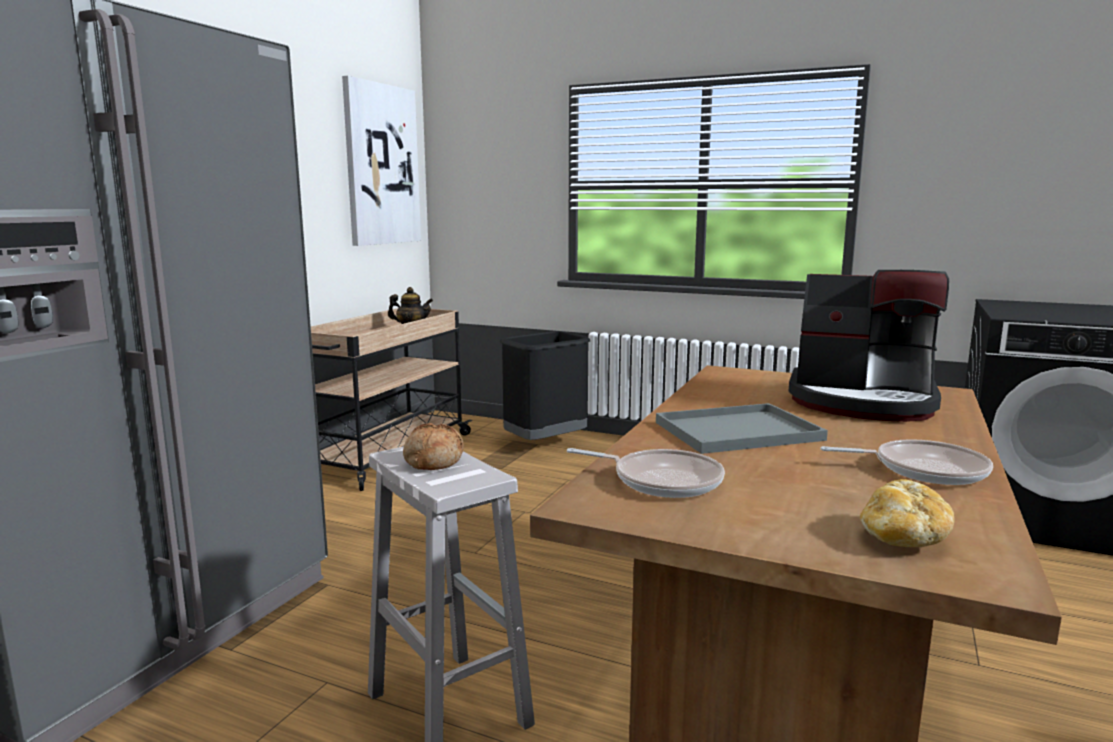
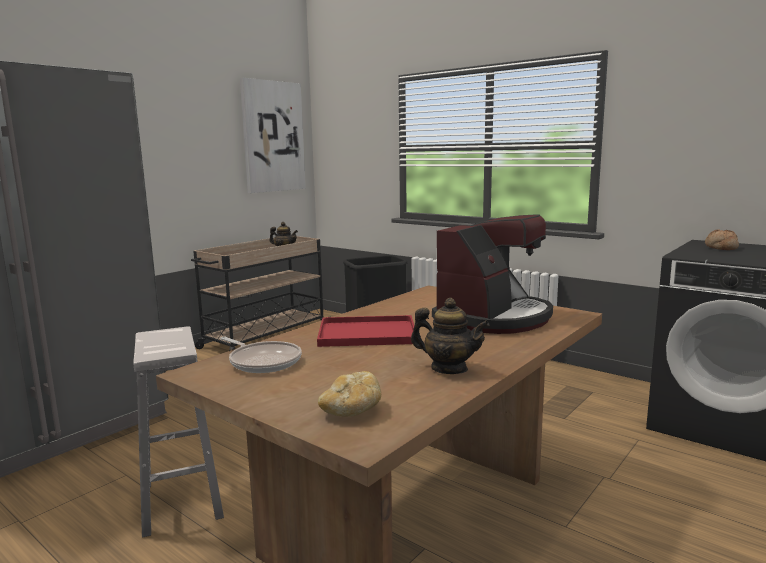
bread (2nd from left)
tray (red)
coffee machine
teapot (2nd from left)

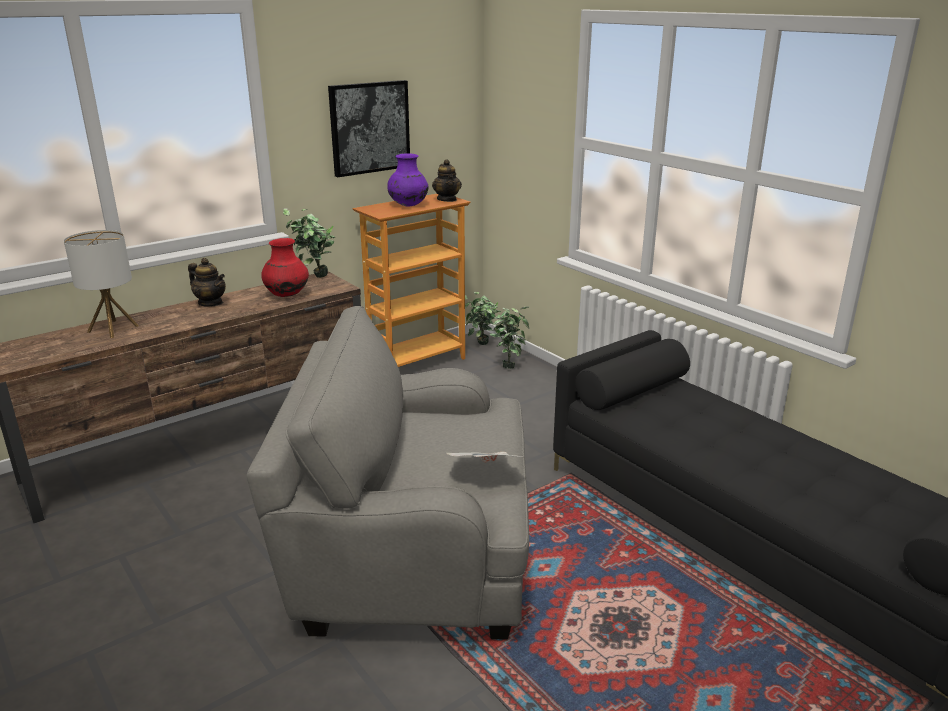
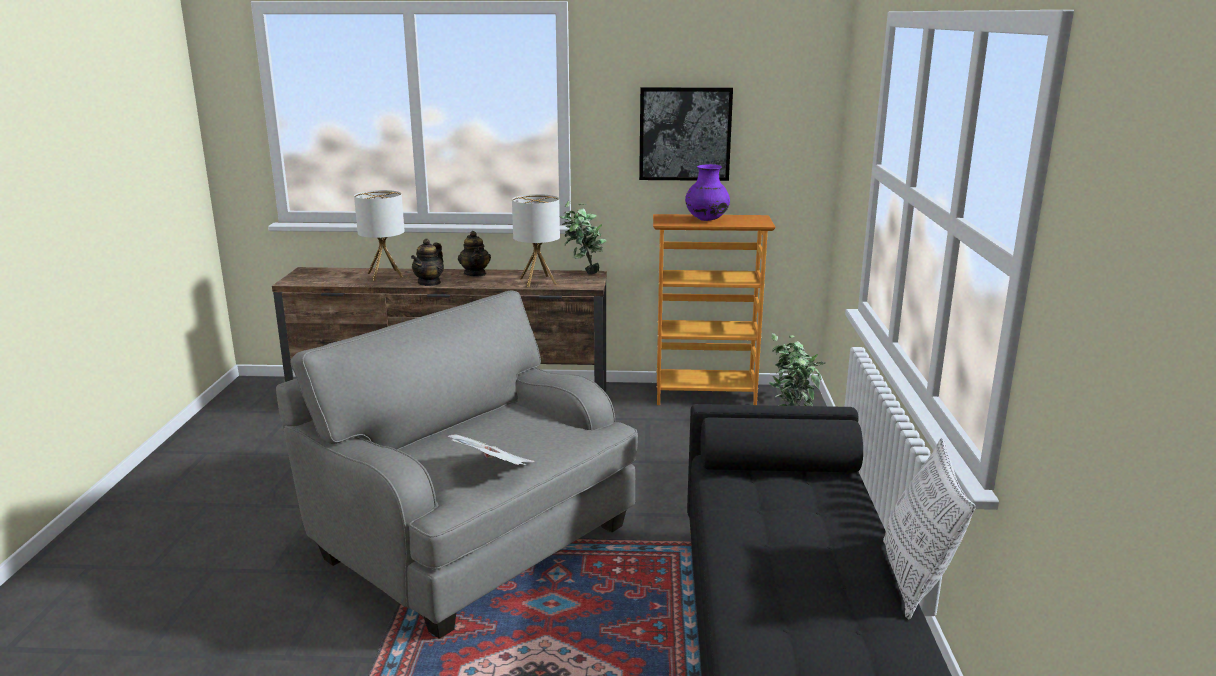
table lamp (2nd from left)
teapot (1st from left)
pillow

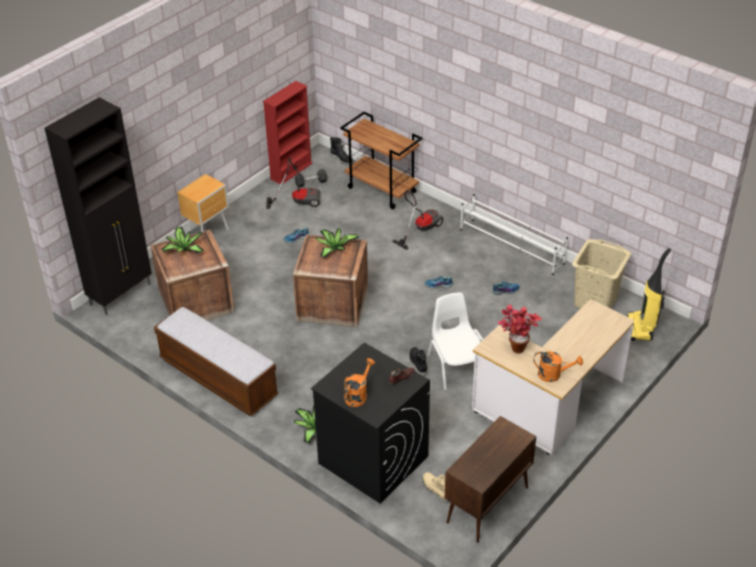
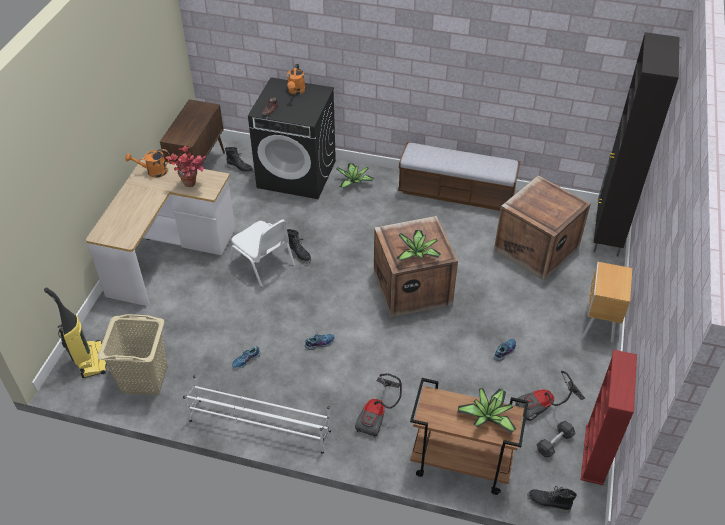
potted plant (4th from left)
boot (black) (1st from left)

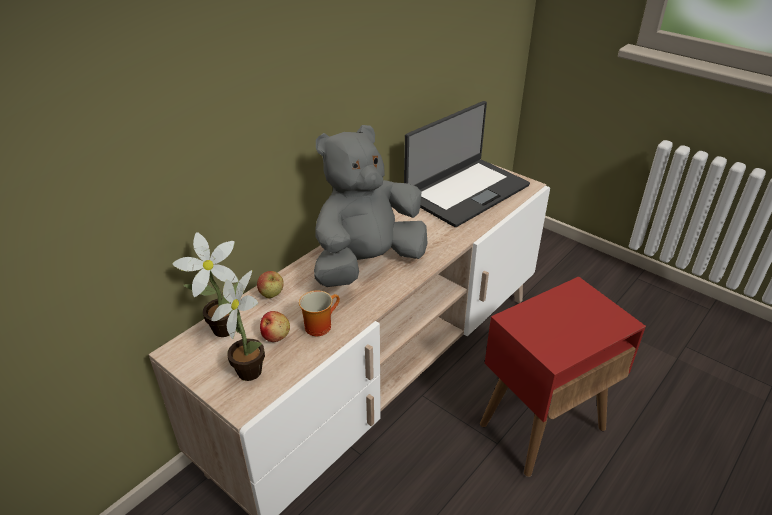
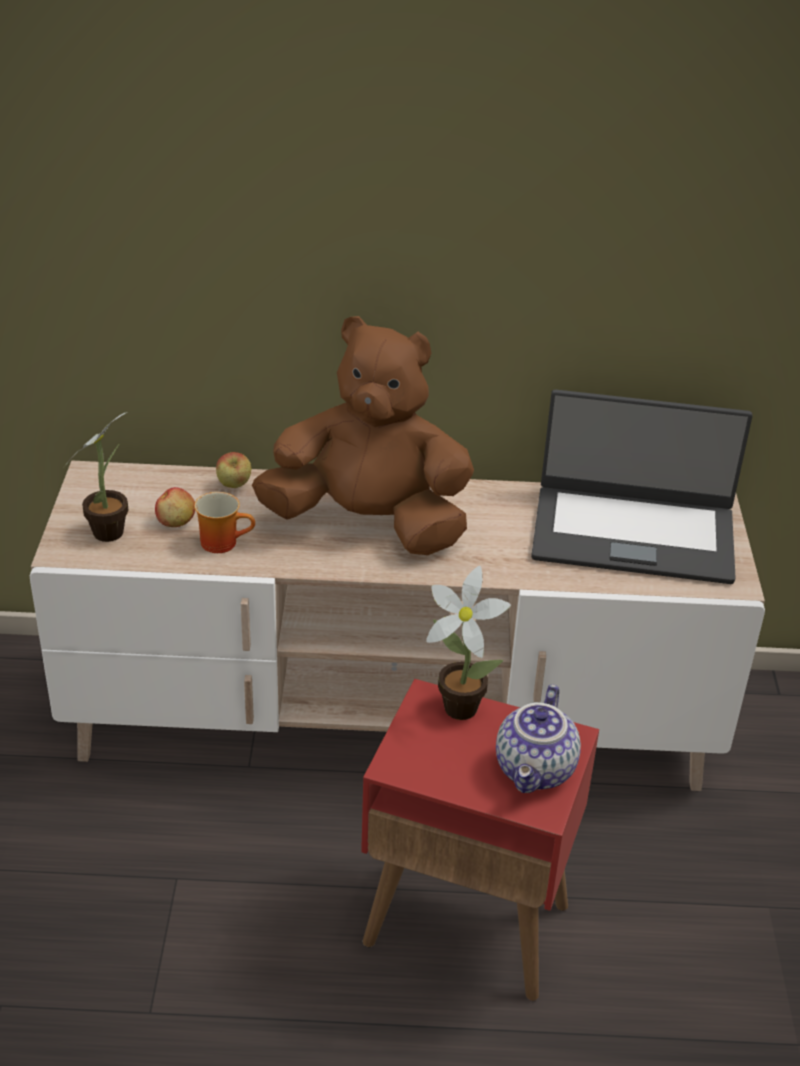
potted plant (2nd from left)
plush toy (brown)
teapot

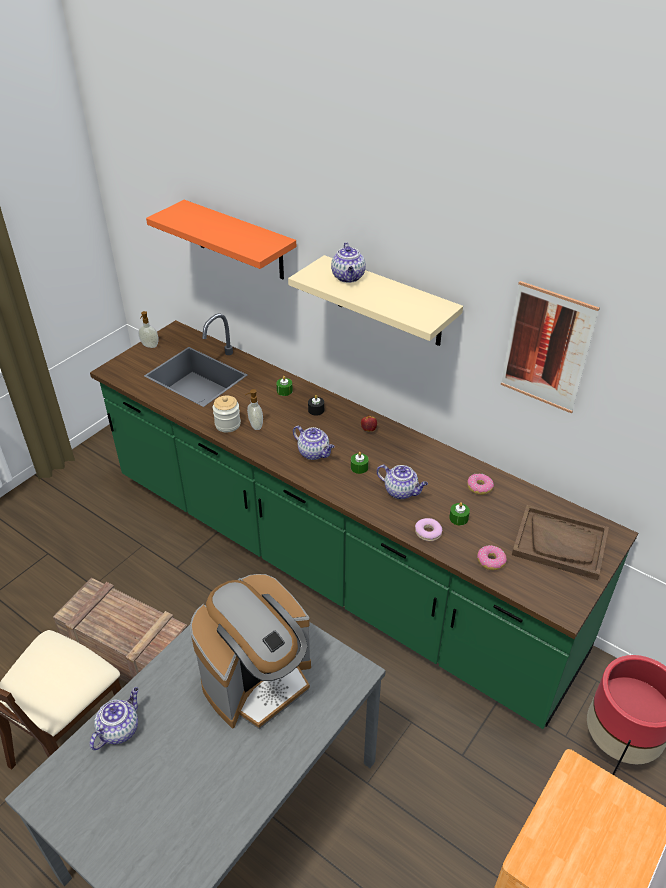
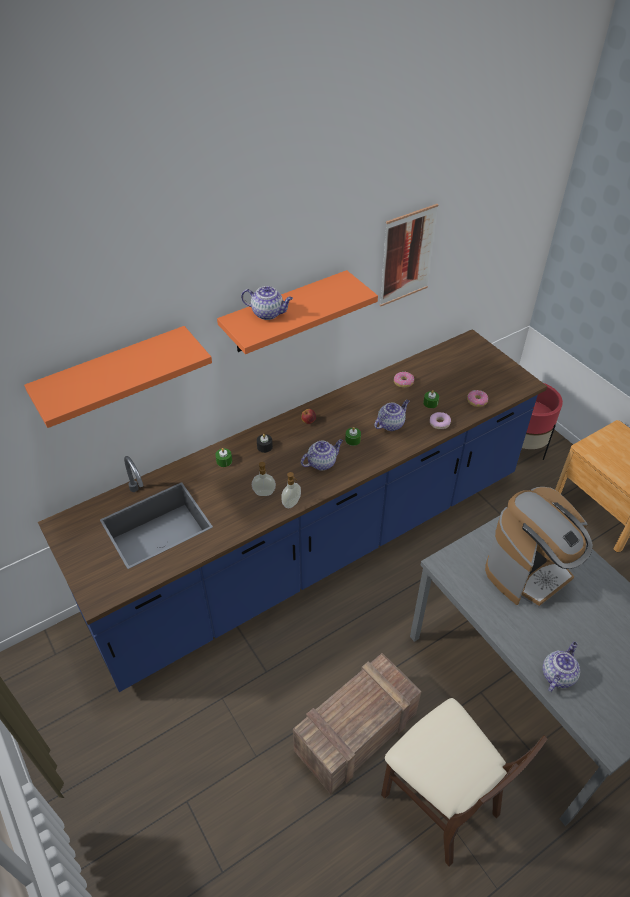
counter (blue)
teapot (4th from left)
soap dispenser (2nd from left)
coffee machine
jar
shelf (orange) (2nd from left)
tray (brown)

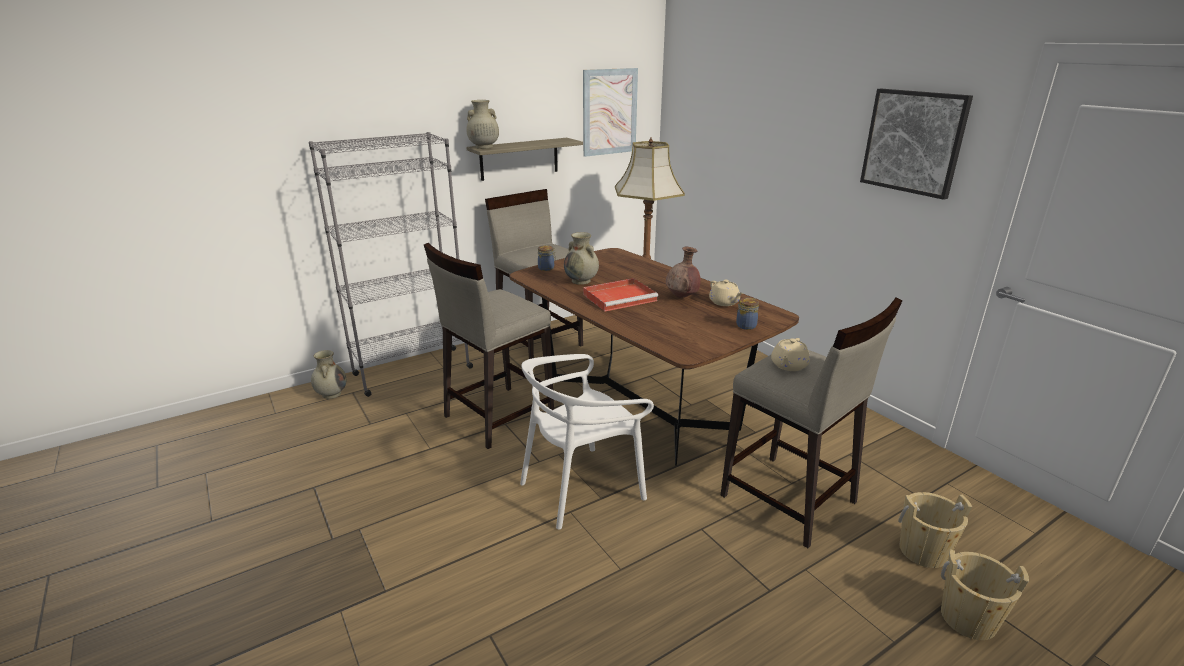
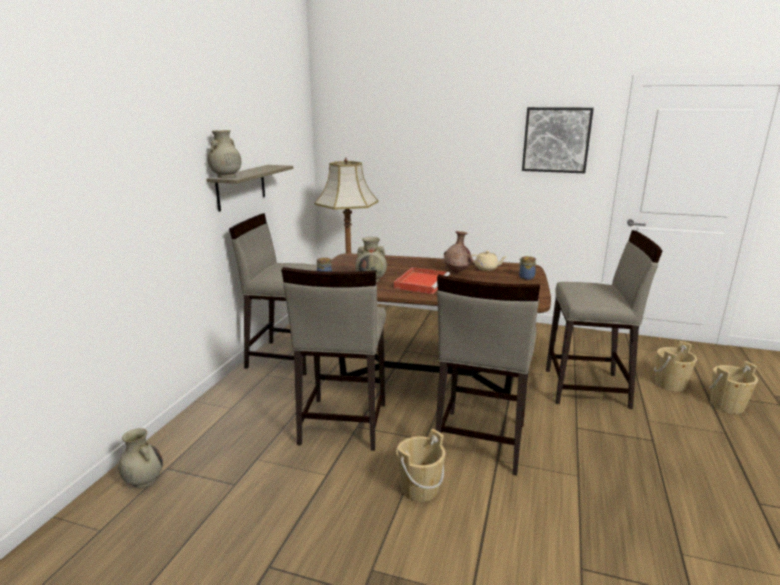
bookcase (grey)
stool (beige) (3rd from left)
picture (1st from left in the first image)
teapot (beige) (2nd from left in the first image)
bucket (beige) (1st from left)

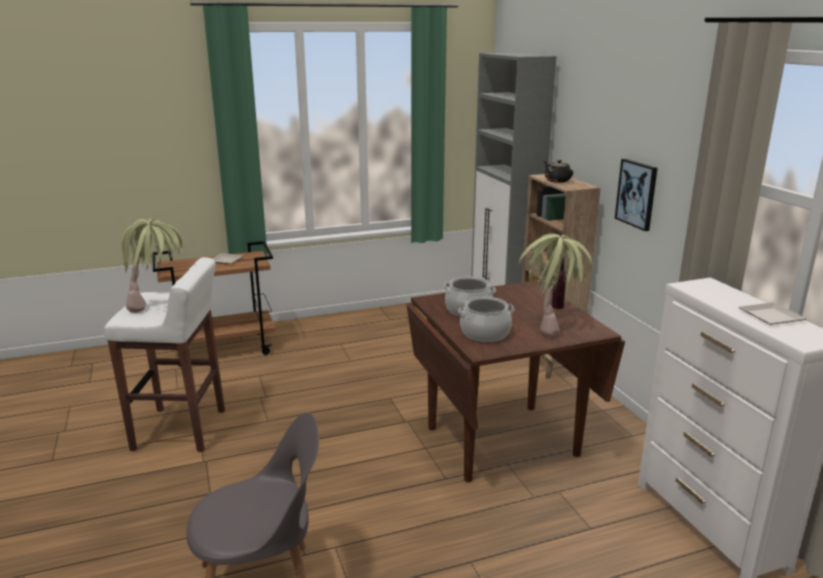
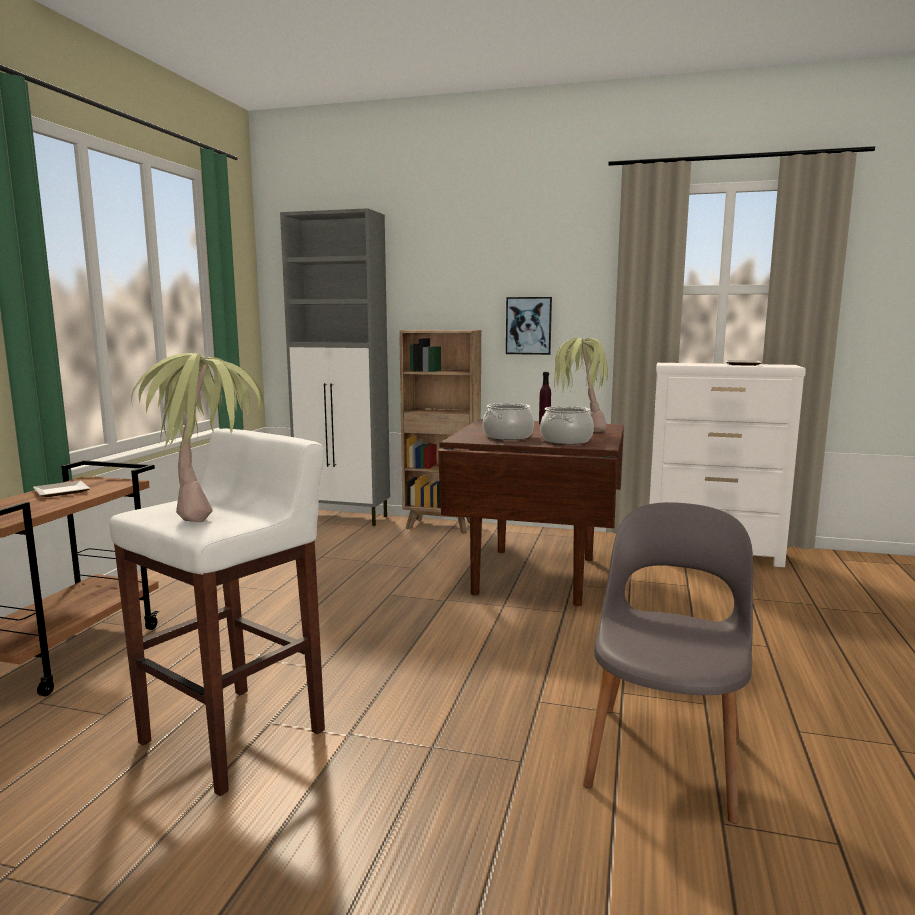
teapot (black)

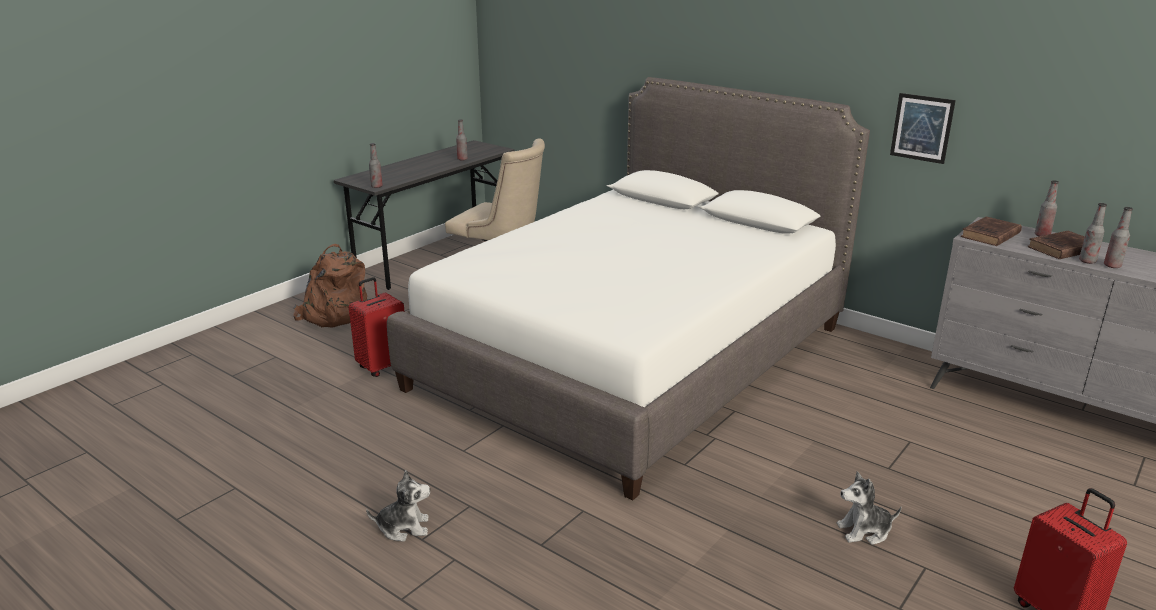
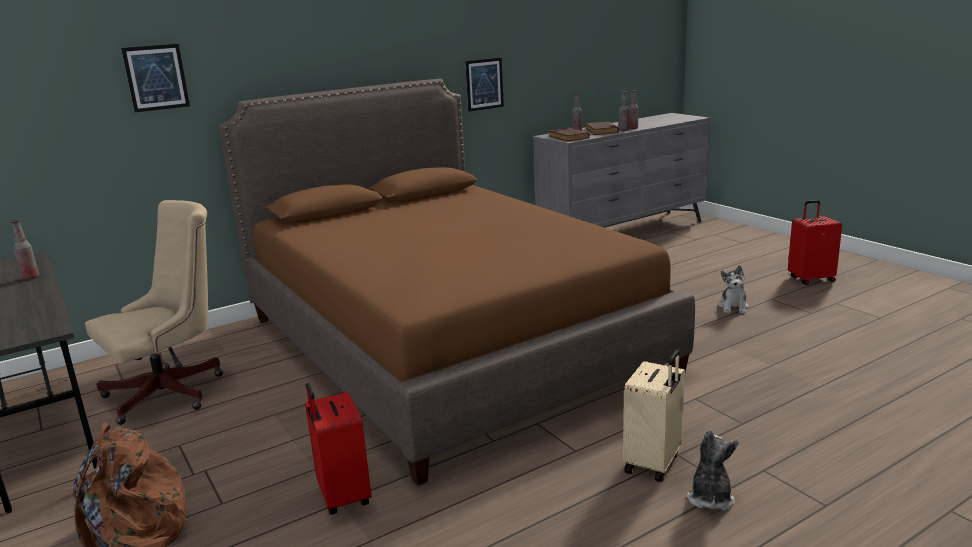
bottle (1st from left in the first image)
bed (brown)
picture (1st from left)
suitcase (beige)

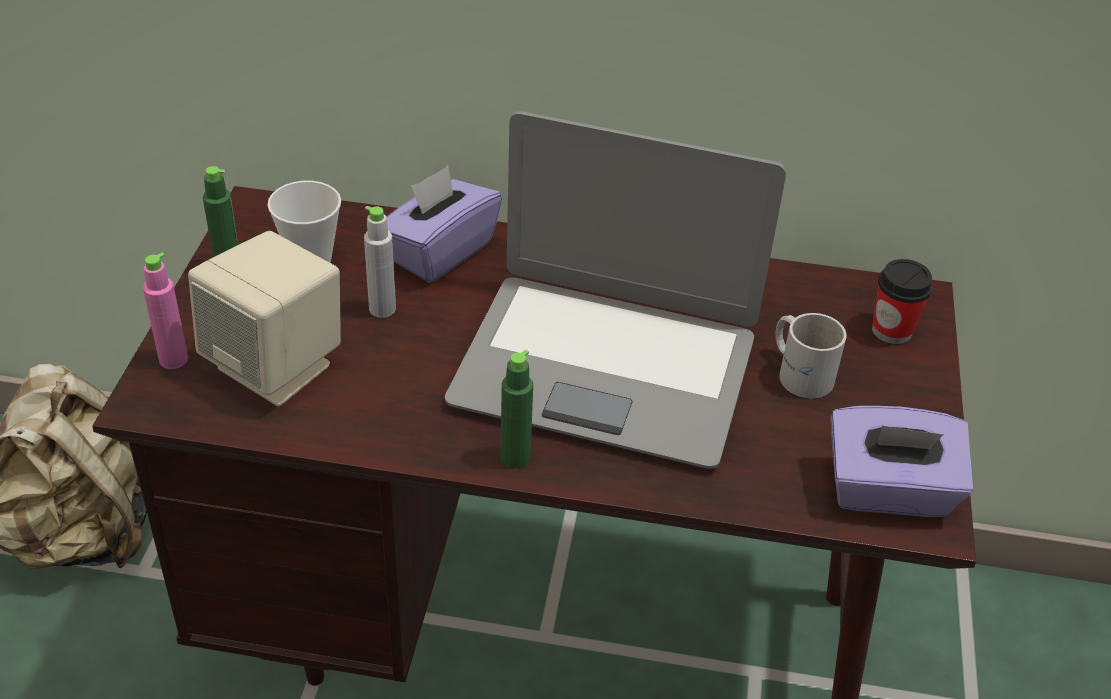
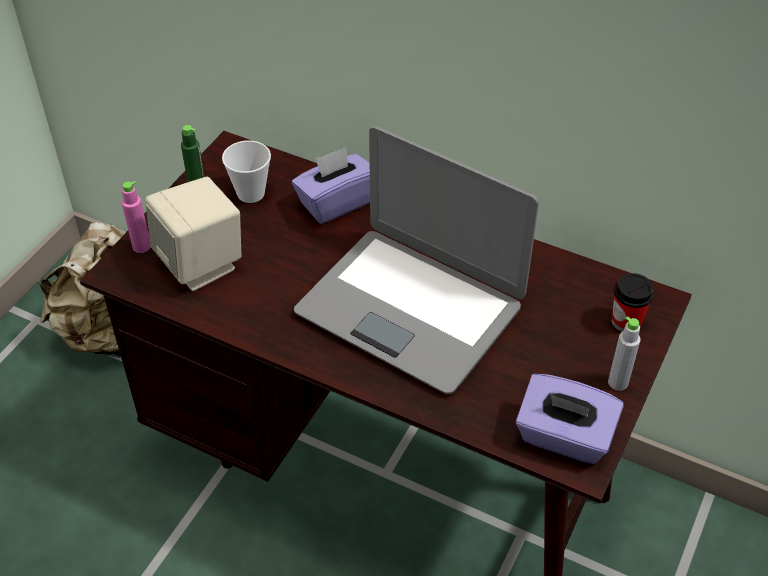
bottle (grey)
bottle (green) (2nd from left in the first image)
mug (white)

